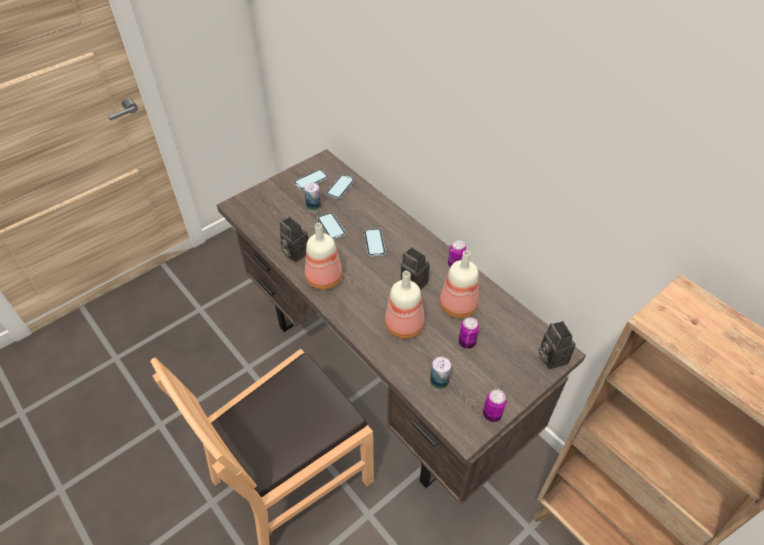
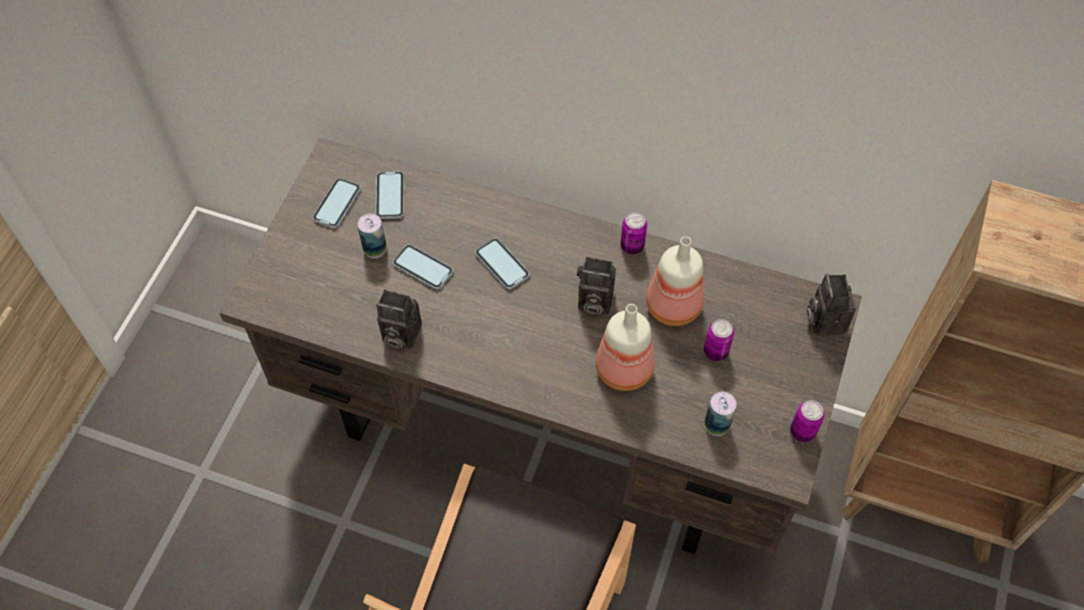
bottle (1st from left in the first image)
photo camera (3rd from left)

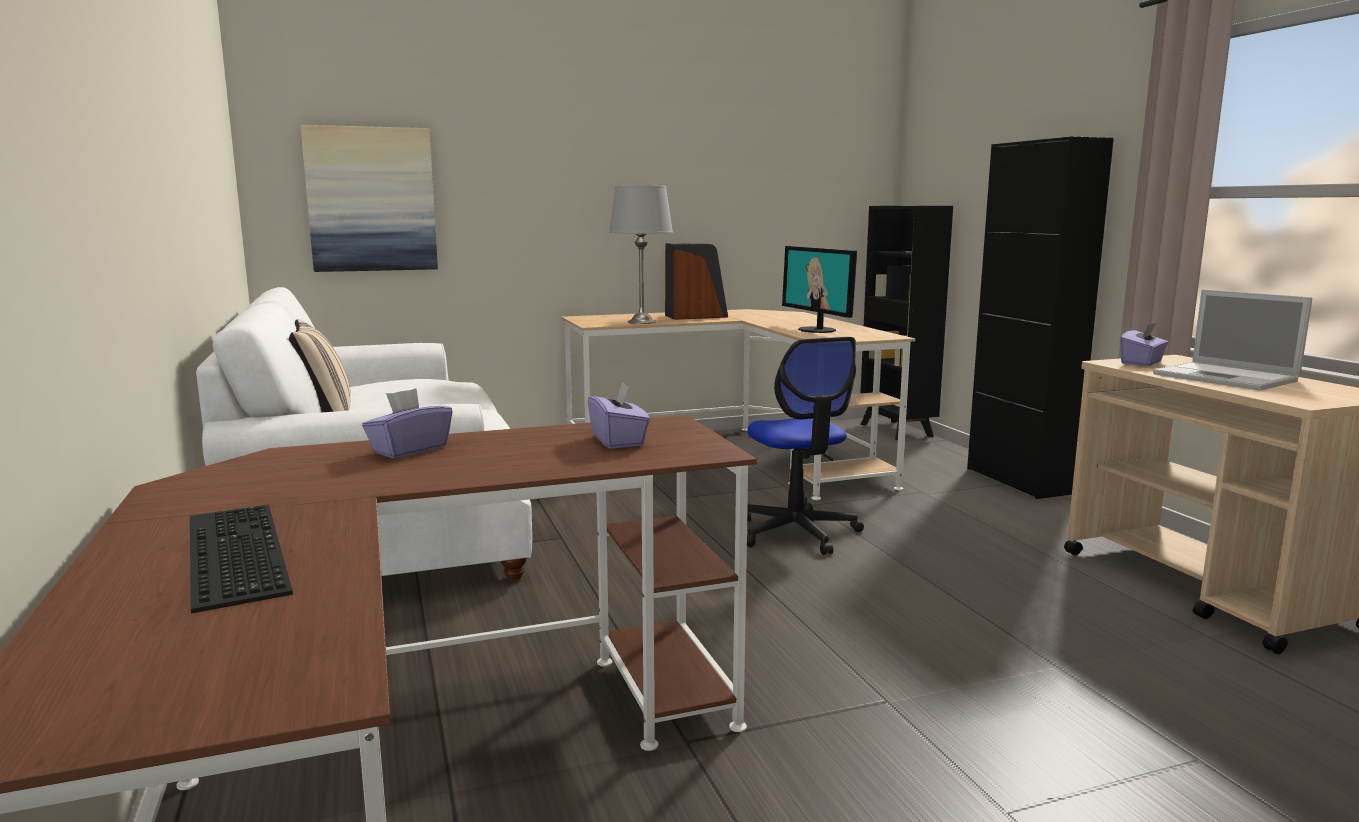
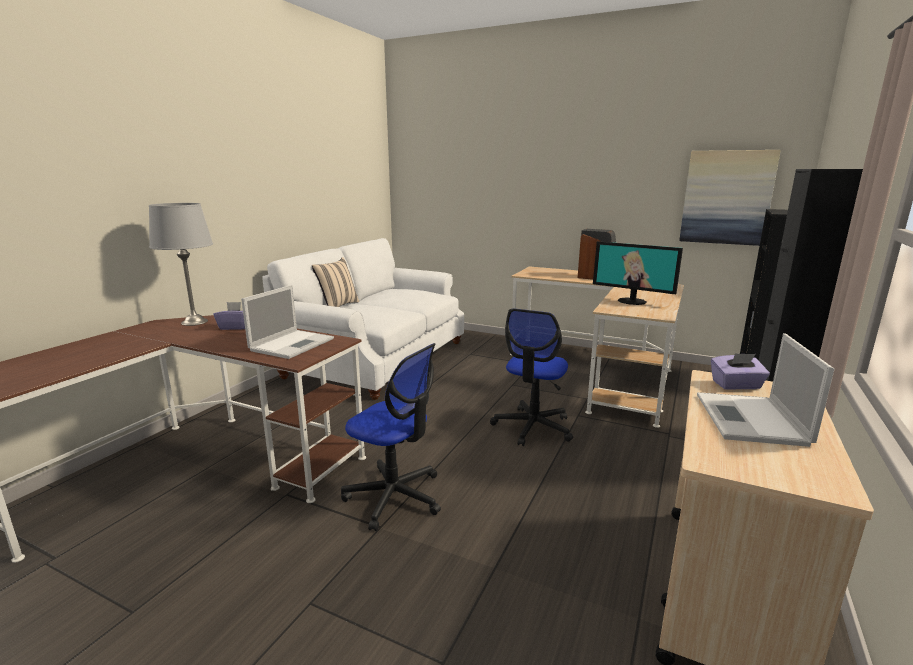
keyboard
picture
laptop (1st from left)
table lamp (grey)
monitor
office chair (1st from left)

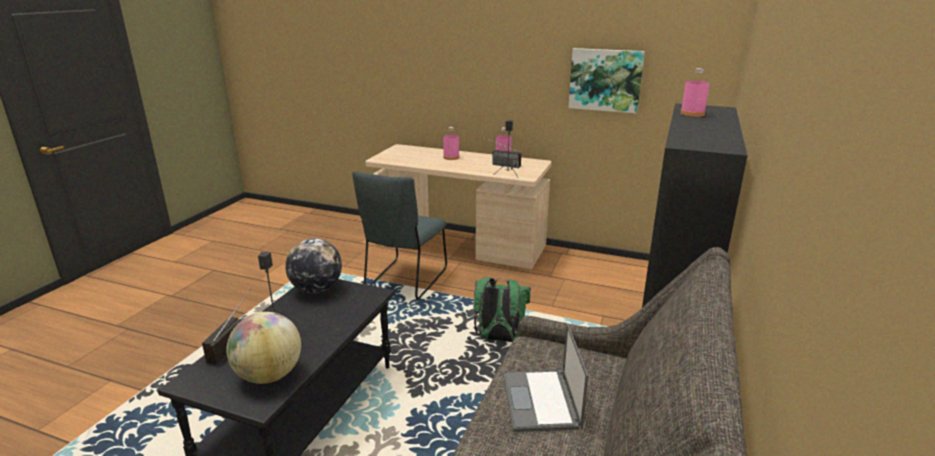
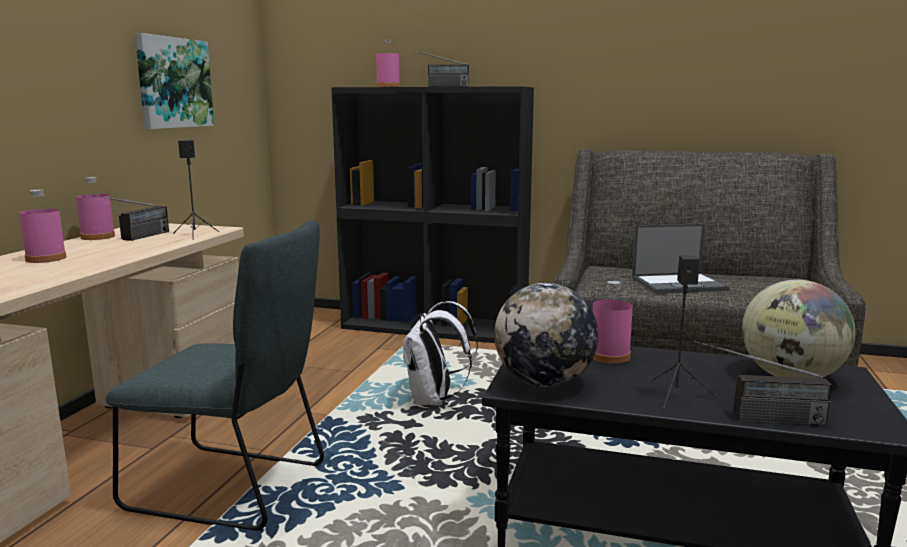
backpack (white)
radio (2nd from left)
bottle (pink) (4th from left)

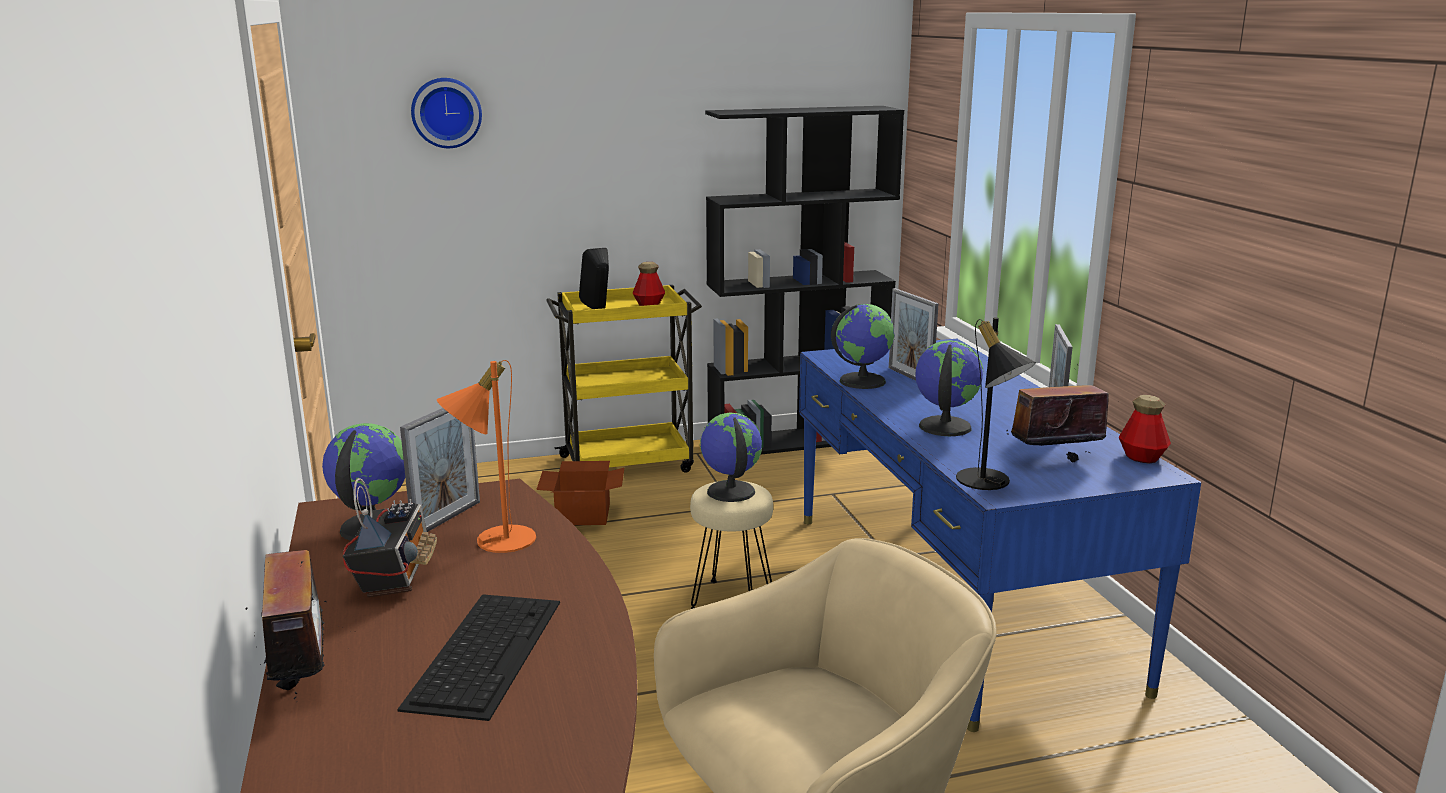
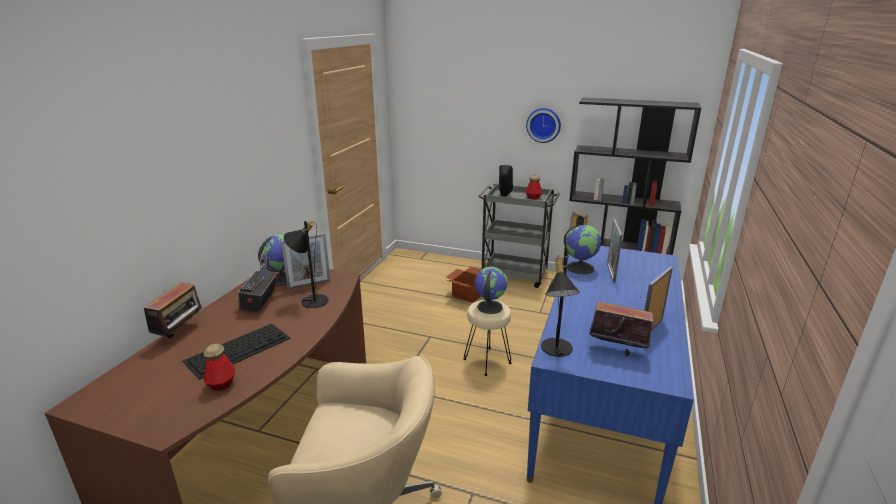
radio (2nd from left)
wall clock
table lamp (black) (1st from left)
cart (grey)
globe (4th from left in the first image)
bottle (1st from left)

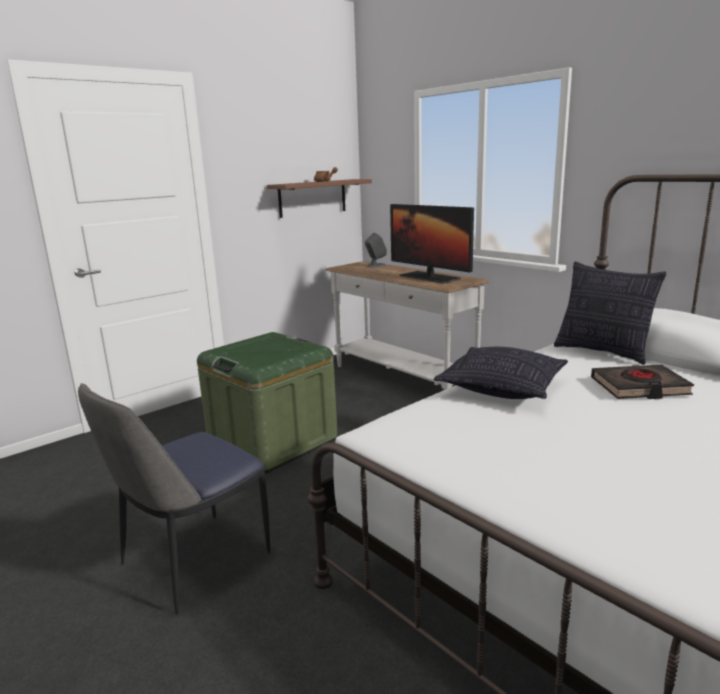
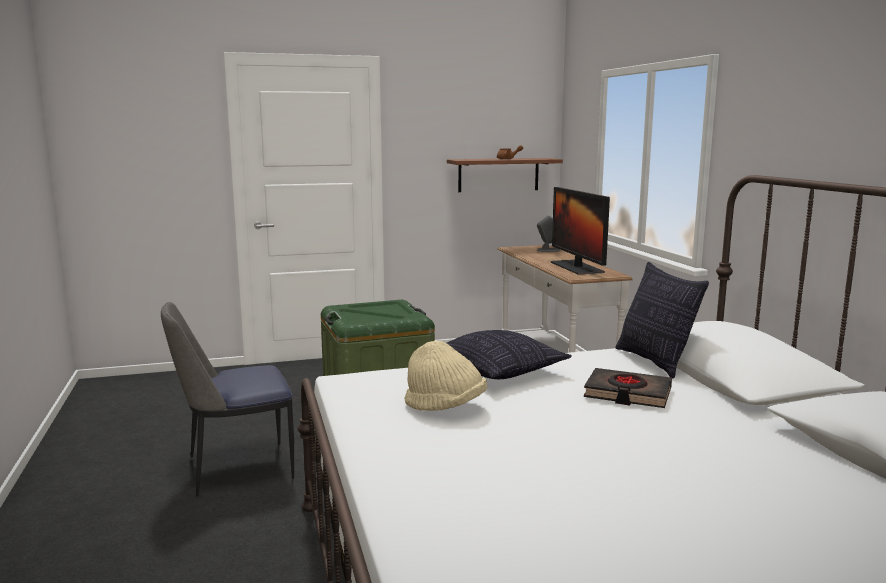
hat (beige)

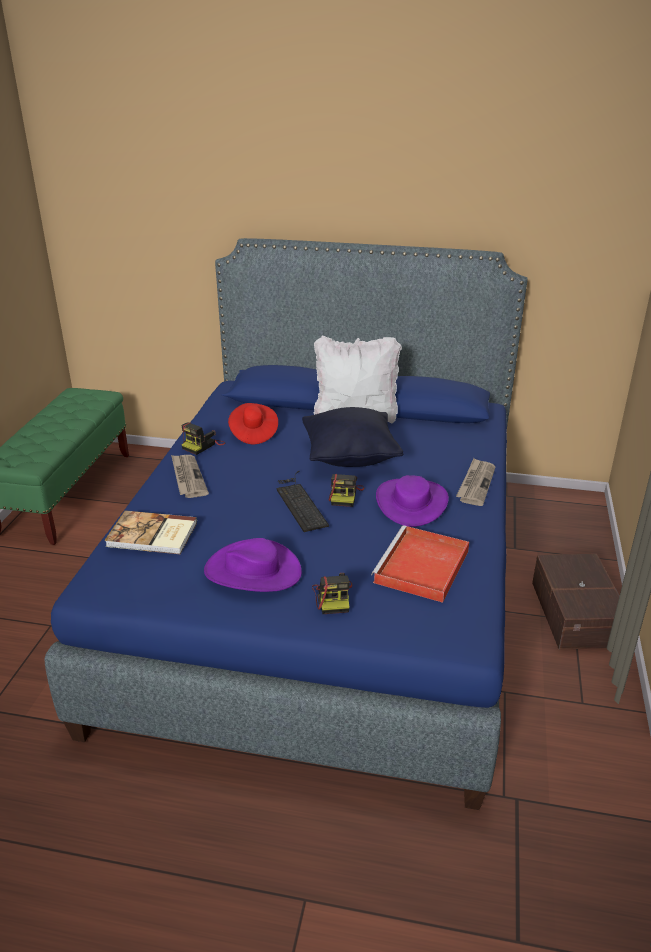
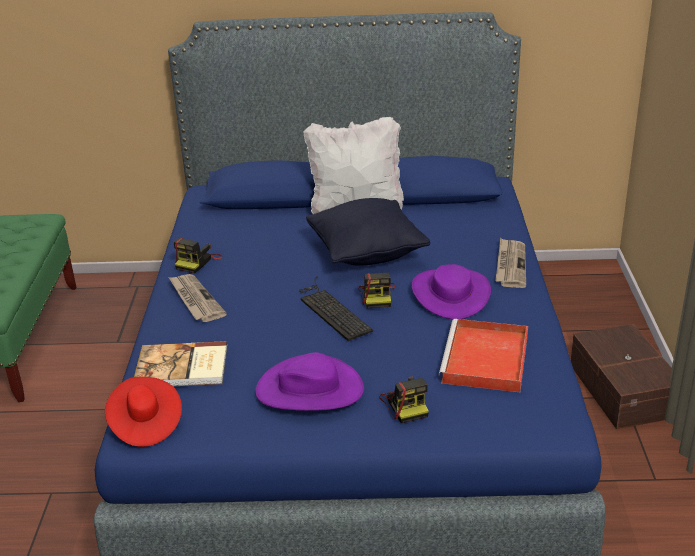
hat (red)

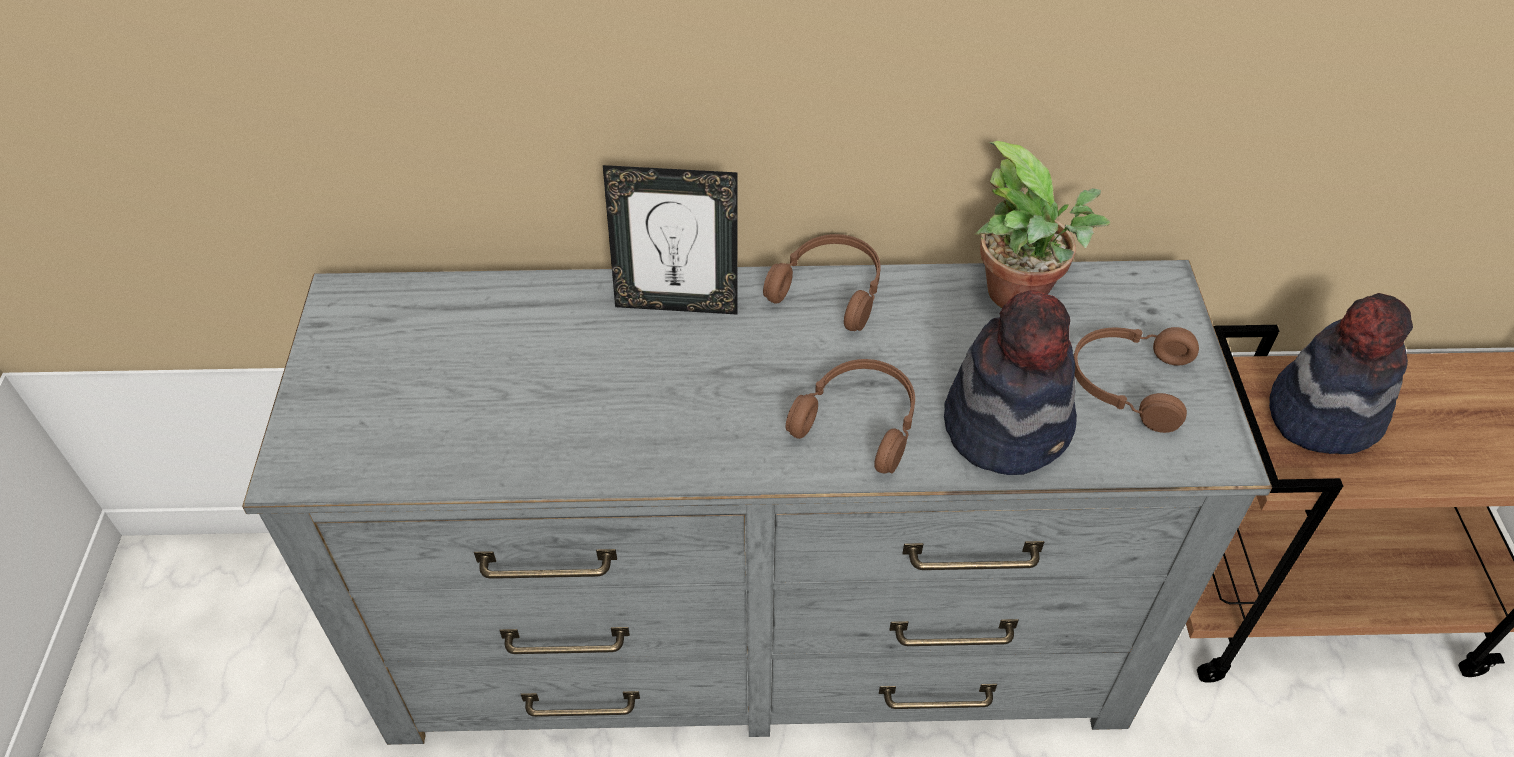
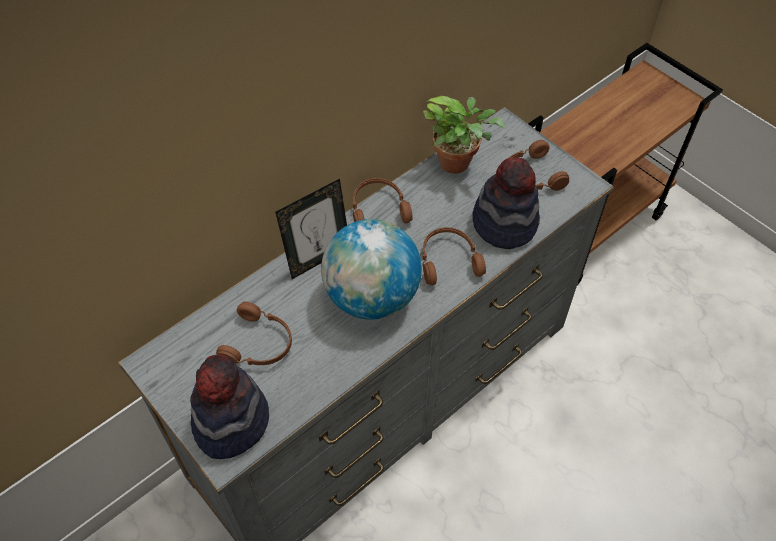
hat (1st from left)
headphones (brown) (1st from left)
globe

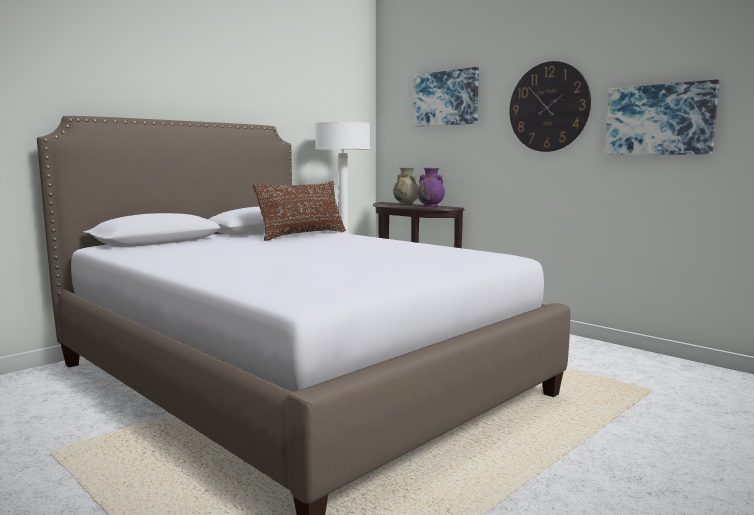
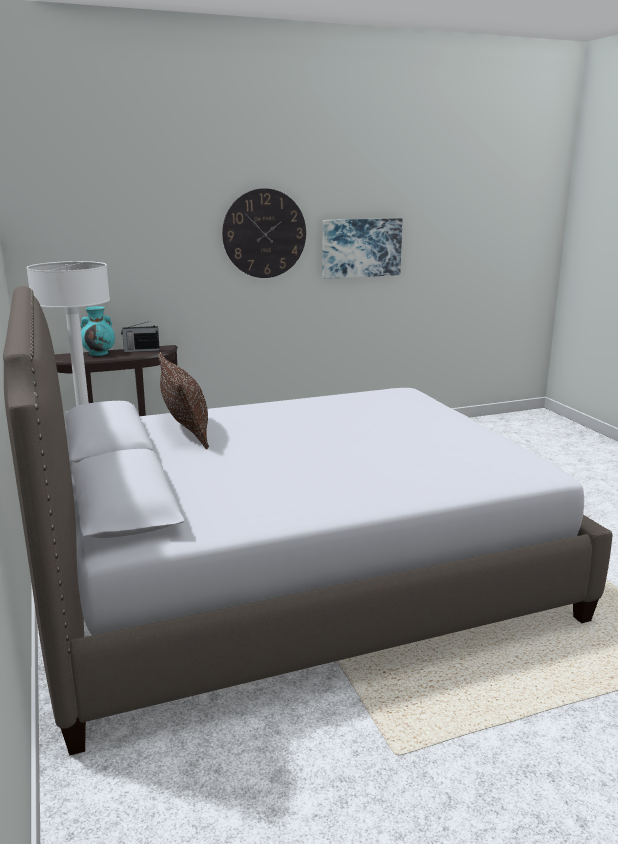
vase (turquoise)
picture (1st from left in the first image)
radio

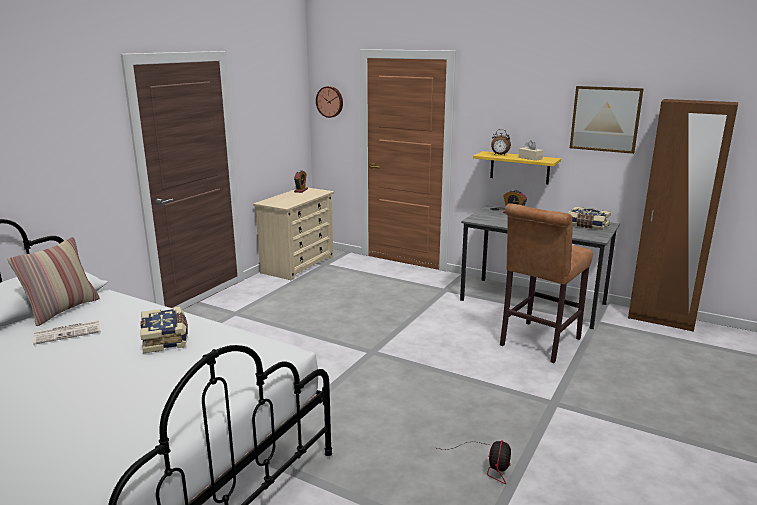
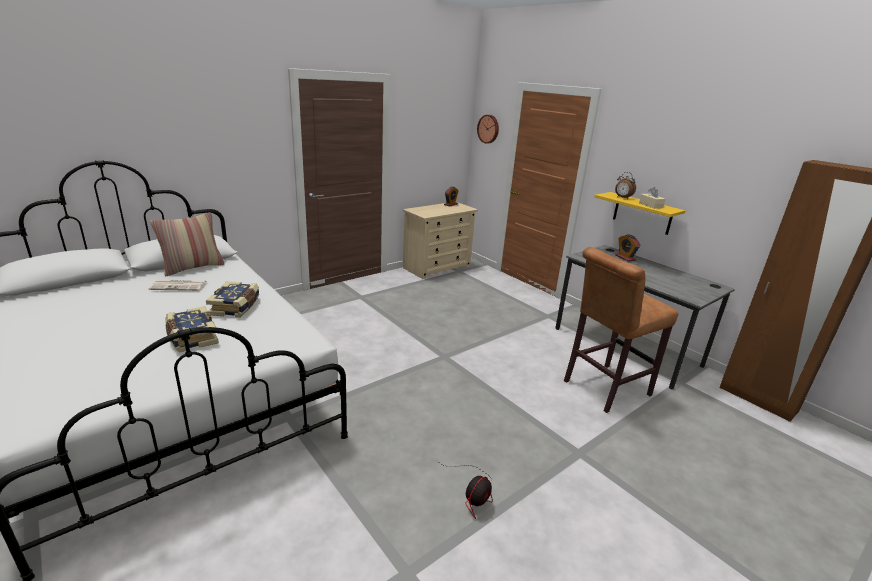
book (1st from left)
picture

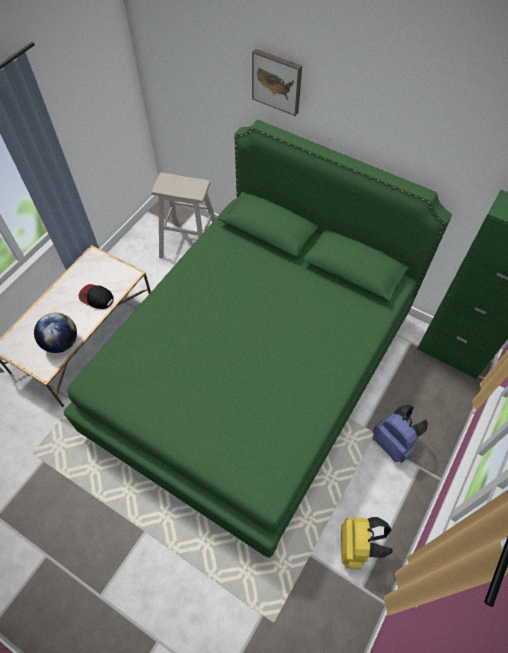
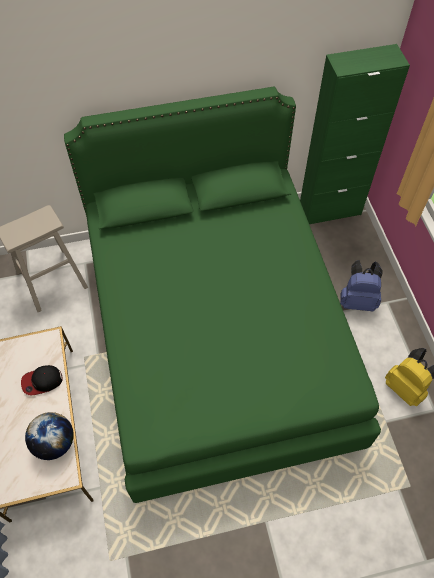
picture

